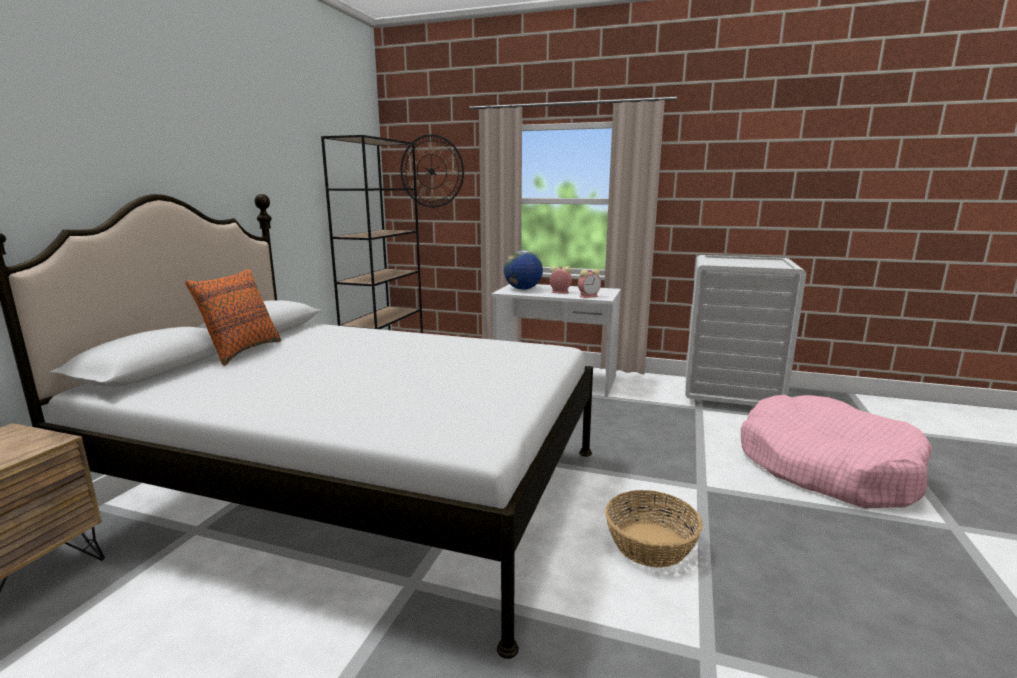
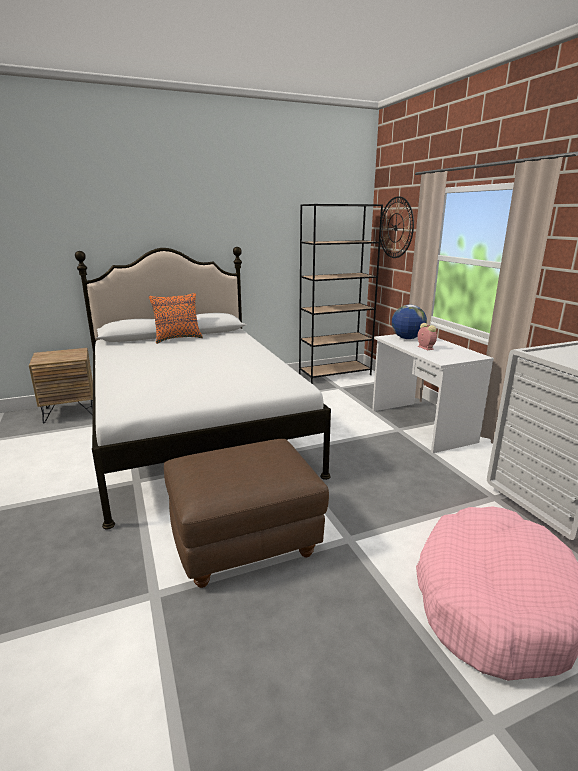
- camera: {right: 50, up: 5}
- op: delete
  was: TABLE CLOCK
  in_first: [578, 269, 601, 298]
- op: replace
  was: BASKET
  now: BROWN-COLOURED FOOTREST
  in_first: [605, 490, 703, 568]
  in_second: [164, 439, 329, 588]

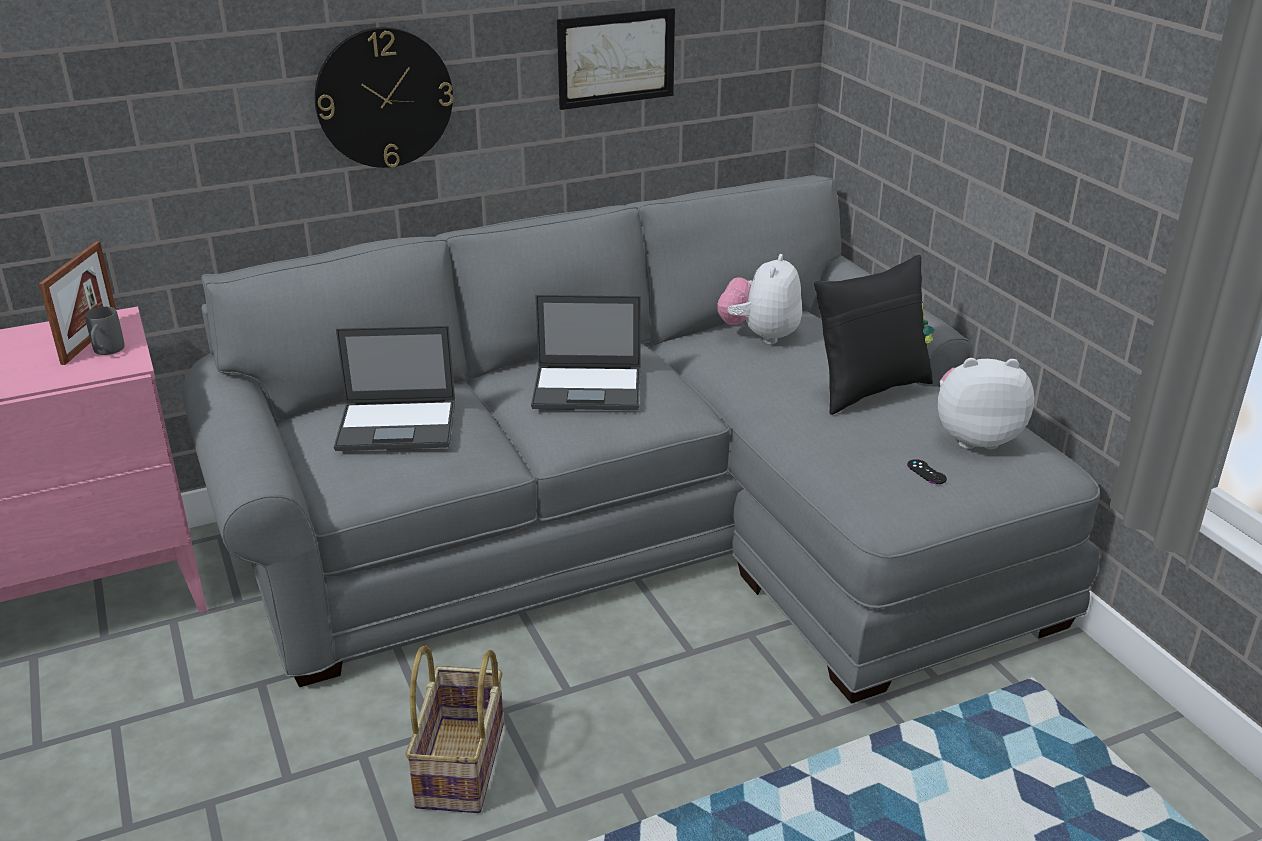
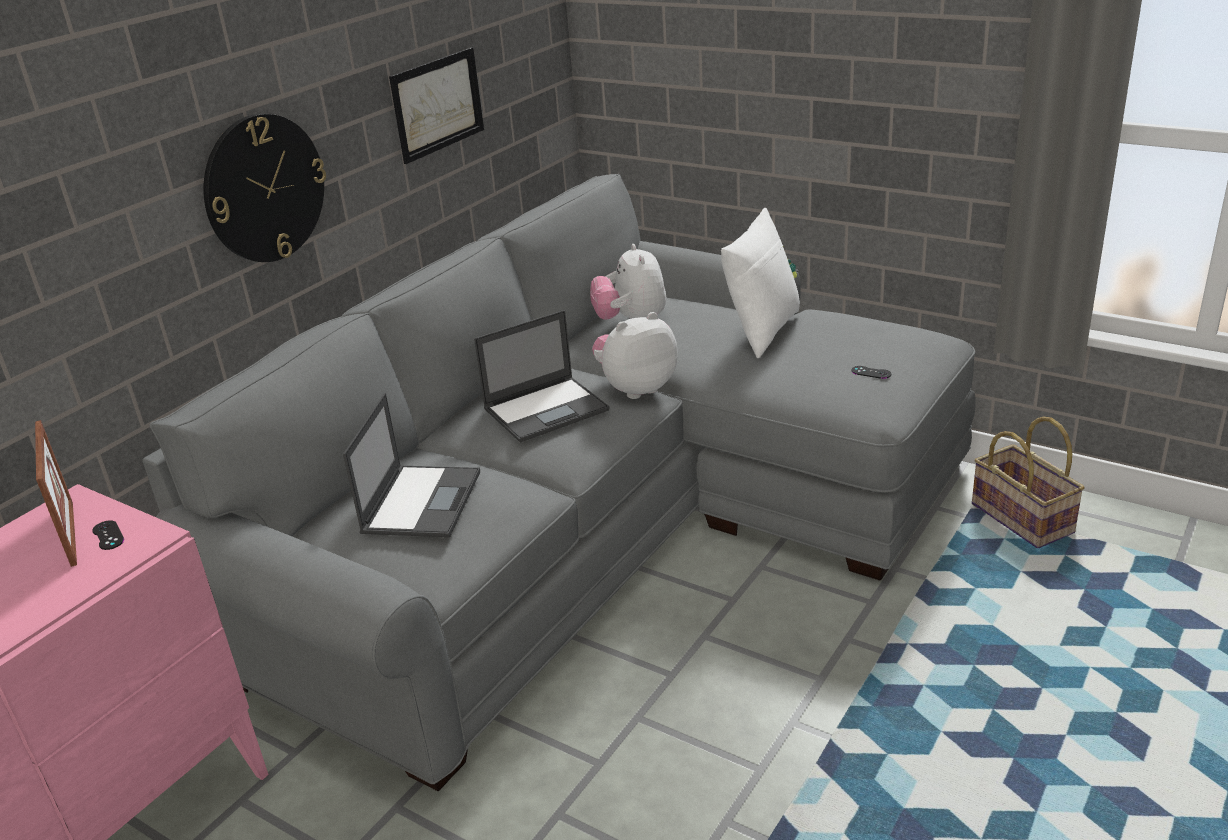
- camera: {right: -30, up: 0}
- op: move
  was: BASKET
  in_first: [405, 645, 504, 813]
  in_second: [972, 417, 1085, 548]
- op: move
  was: SOFT TOY
  in_first: [937, 358, 1034, 449]
  in_second: [592, 312, 678, 399]
- op: replace
  was: GRAY TEA MUG
  now: BLACKISH GAME CONTROLLER
  in_first: [85, 307, 125, 355]
  in_second: [92, 520, 124, 550]
- op: recolor
  was: BLACKISH THROW PILLOW
  now: WHITE THROW PILLOW
  in_first: [814, 255, 935, 415]
  in_second: [721, 208, 800, 358]
- op: rotate
  was: NOTEBOOK COMPUTER
  in_first: [334, 325, 455, 451]
  in_second: [343, 393, 480, 537]
  clockwise: -45

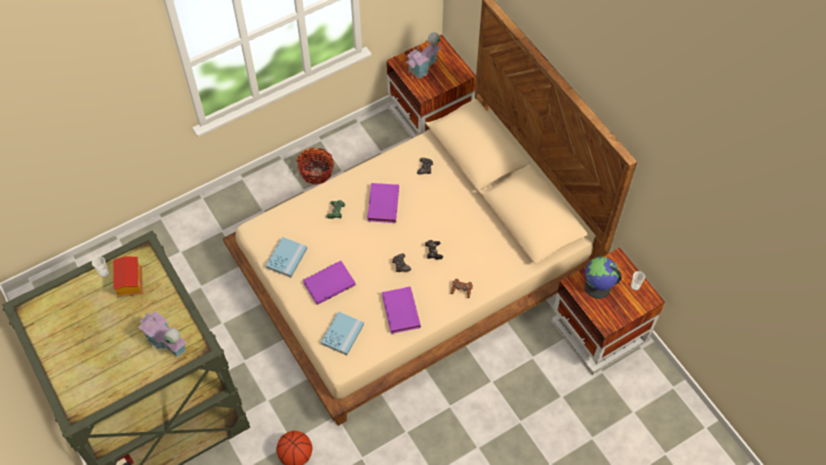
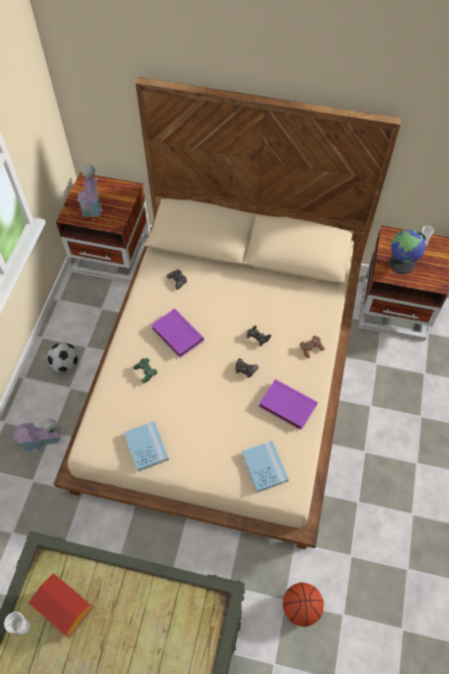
- camera: {right: -45, up: 0}
- op: delete
  was: PURPLE BOOK
  in_first: [303, 261, 356, 305]
- op: move
  was: MODEL HOUSE
  in_first: [138, 311, 187, 357]
  in_second: [13, 419, 61, 452]
- op: replace
  was: BASKET
  now: BALL FOR FOOTBALL
  in_first: [296, 148, 334, 185]
  in_second: [47, 342, 78, 373]

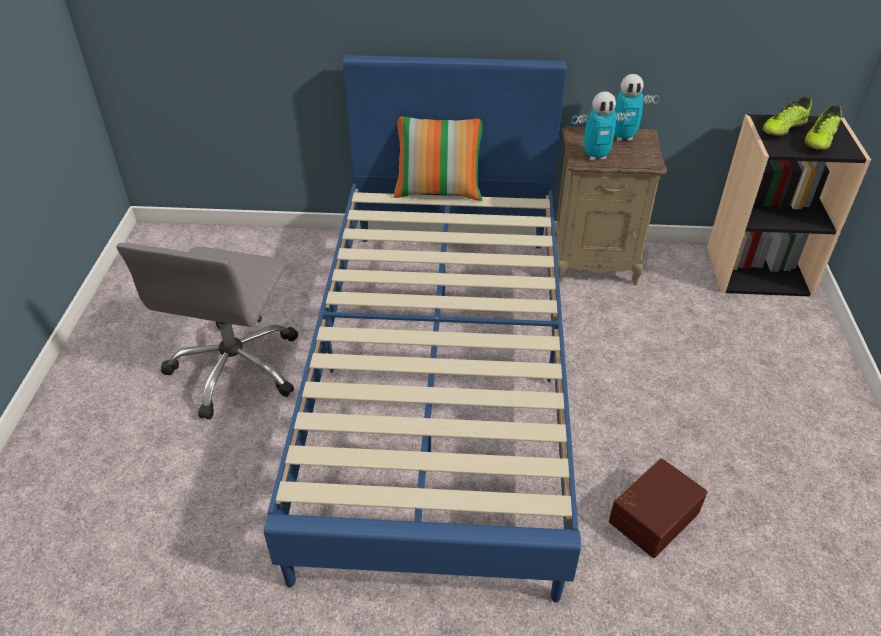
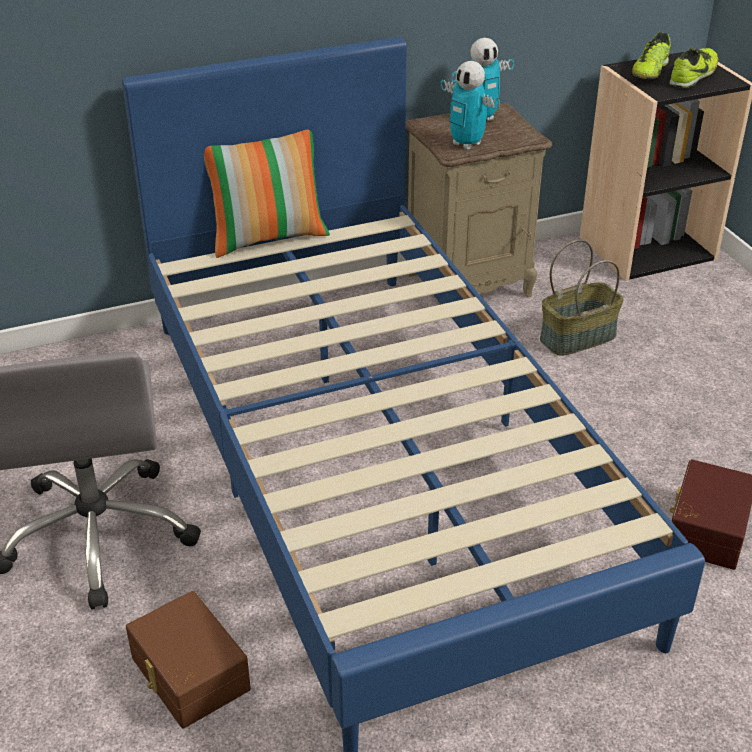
- camera: {right: -25, up: -5}
- op: insert
  now: BROWN-COLOURED STORAGE BIN
  in_second: [126, 591, 251, 728]
- op: insert
  now: BASKET
  in_second: [540, 240, 624, 356]
- op: rotate
  was: ROBOT FIGURE
  in_first: [572, 92, 632, 161]
  in_second: [441, 61, 500, 150]
  clockwise: 75
- op: rotate
  was: LOW SHOE
  in_first: [805, 104, 842, 150]
  in_second: [669, 48, 718, 88]
  clockwise: -150

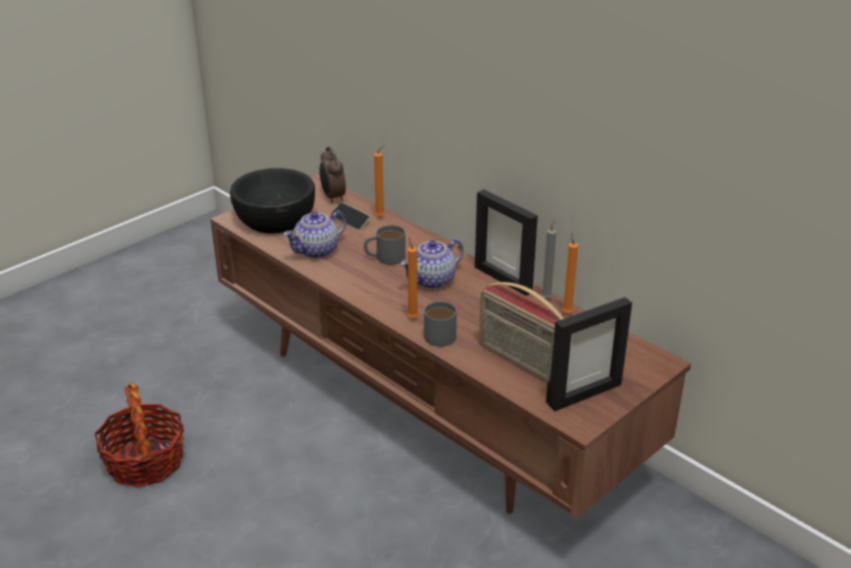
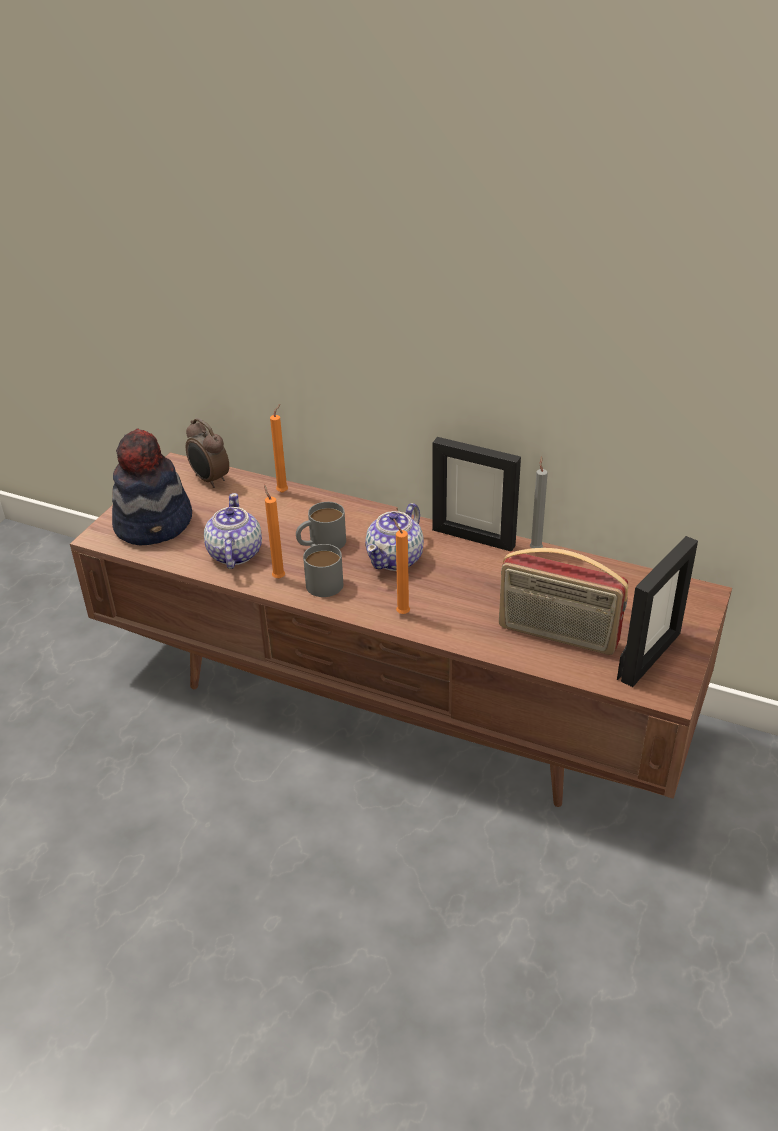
- camera: {right: -20, up: 5}
- op: delete
  was: BASKET
  in_first: [95, 383, 185, 488]
- op: delete
  was: TELEPHONE
  in_first: [330, 202, 370, 230]
- op: move
  was: GRAY TEA MUG
  in_first: [424, 301, 457, 347]
  in_second: [303, 544, 343, 597]
- op: move
  was: ORANGE CANDLE
  in_first: [562, 232, 578, 314]
  in_second: [264, 485, 285, 578]
- op: replace
  was: BLACKISH DEEP DISH
  now: CLOTHING HAT
  in_first: [230, 168, 315, 234]
  in_second: [112, 429, 192, 545]
- op: rotate
  was: TEA POT
  in_first: [283, 210, 346, 259]
  in_second: [204, 493, 262, 569]
  clockwise: 150

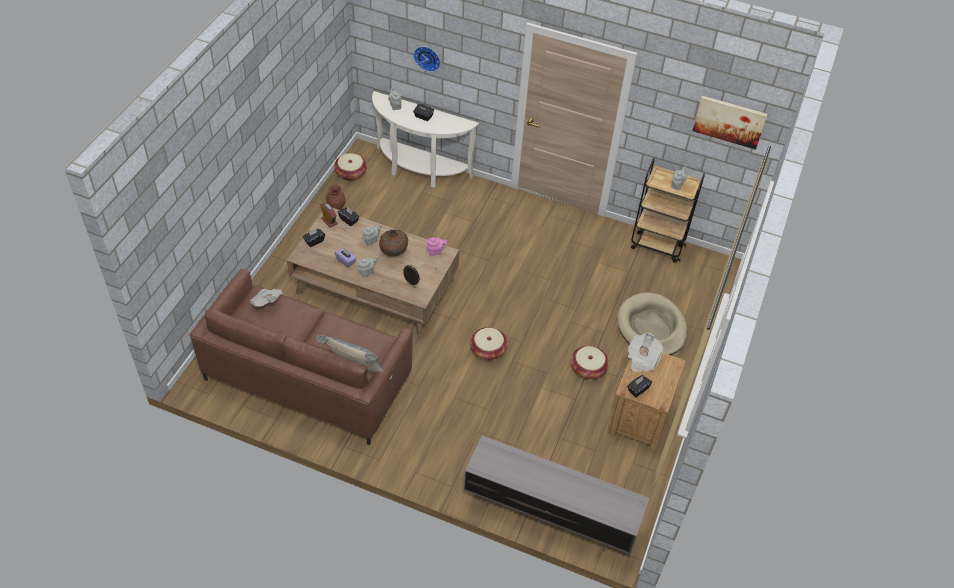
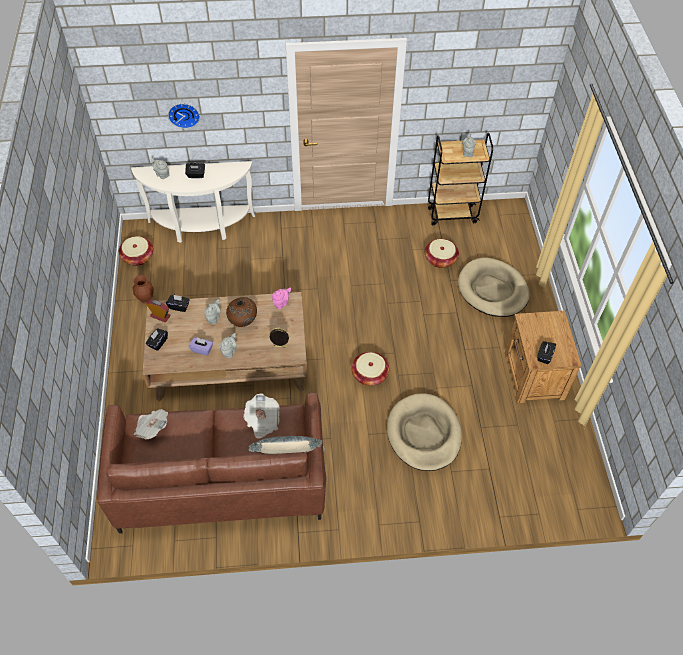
- camera: {right: -25, up: 5}
- op: delete
  was: GRAY MEDIA CONSOLE
  in_first: [464, 436, 650, 554]
- op: delete
  was: WALL PICTURE
  in_first: [693, 96, 768, 150]
- op: insert
  now: BEIGE-COLOURED DOG BED
  in_second: [387, 393, 462, 471]
- op: move
  was: BASKET
  in_first: [571, 346, 609, 379]
  in_second: [425, 239, 459, 268]
- op: move
  was: DAILY PAPER
  in_first: [628, 333, 663, 372]
  in_second: [243, 393, 280, 439]

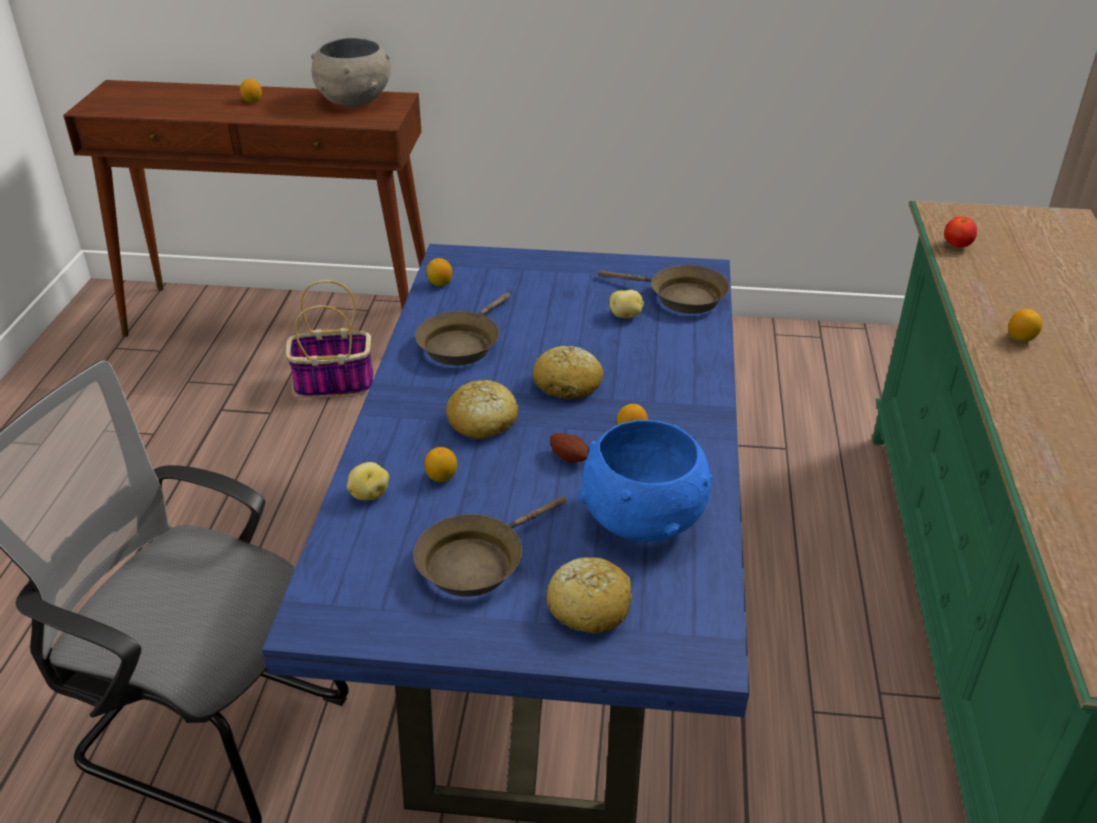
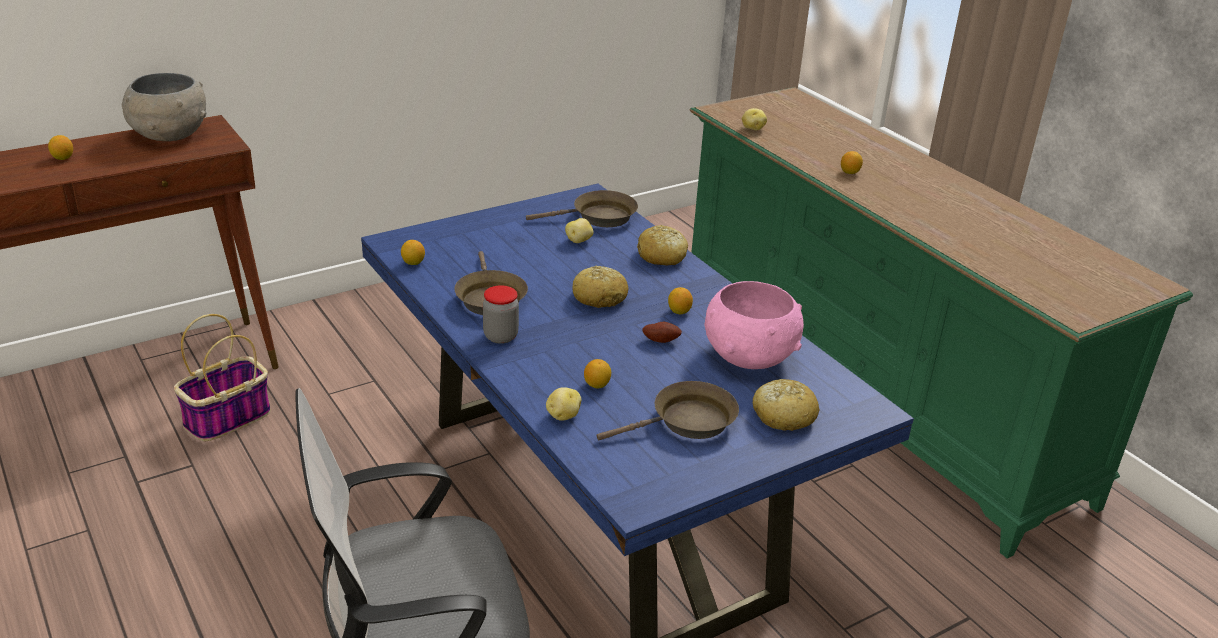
- camera: {right: -40, up: -5}
- op: insert
  now: STORAGE JAR
  in_second: [483, 285, 519, 344]
- op: move
  was: BAKED BREAD
  in_first: [446, 380, 518, 439]
  in_second: [637, 225, 688, 266]
- op: replace
  was: TOMATO
  now: POTATO
  in_first: [944, 217, 977, 247]
  in_second: [742, 108, 767, 130]
- op: recolor
  was: BLUISH DEEP DISH
  now: PINK DEEP DISH
  in_first: [578, 420, 712, 542]
  in_second: [705, 281, 804, 369]
- op: rotate
  was: BROWN-COLOURED PAN
  in_first: [413, 496, 567, 597]
  in_second: [597, 381, 739, 441]
  clockwise: -120

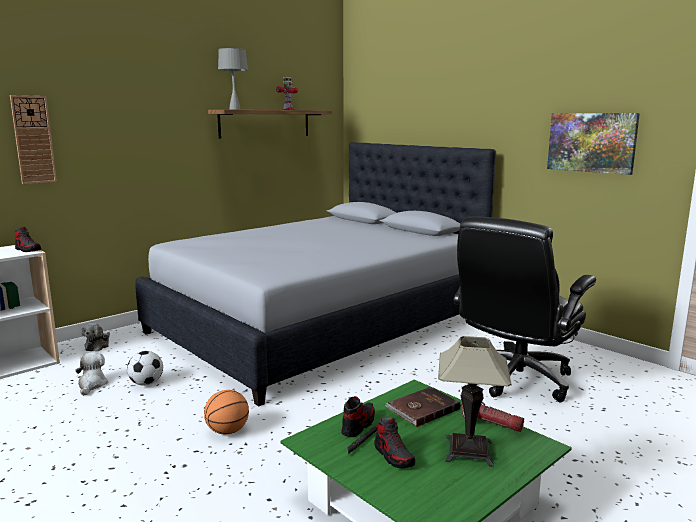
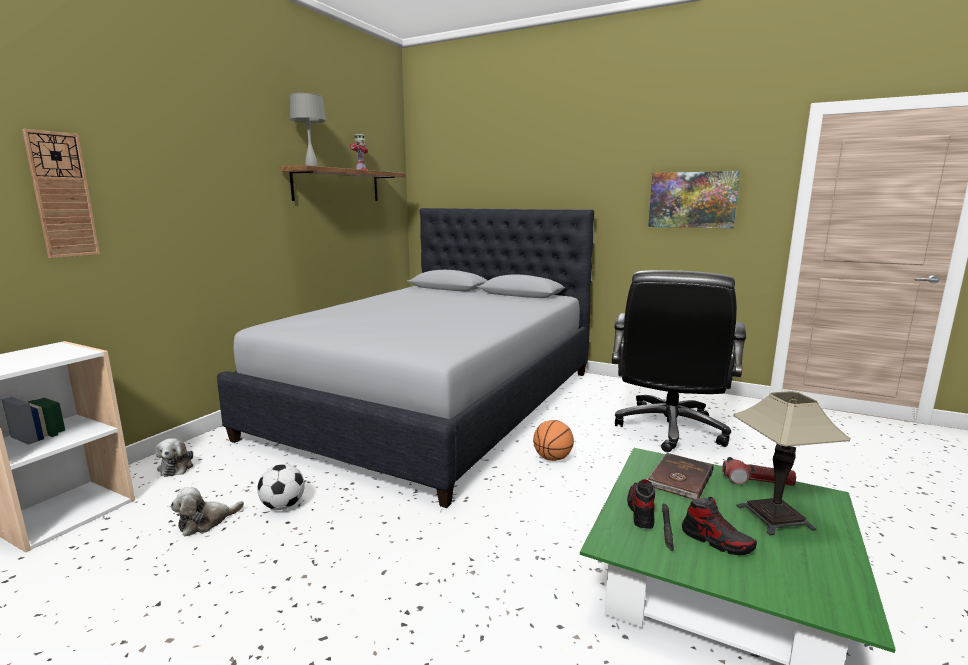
- camera: {right: -20, up: 0}
- op: delete
  was: LOW SHOE
  in_first: [15, 227, 41, 252]
- op: move
  was: BASKETBALL BALL
  in_first: [204, 390, 249, 434]
  in_second: [533, 420, 574, 461]
- op: rotate
  was: SOFT TOY
  in_first: [75, 352, 108, 396]
  in_second: [170, 487, 244, 537]
  clockwise: -105

